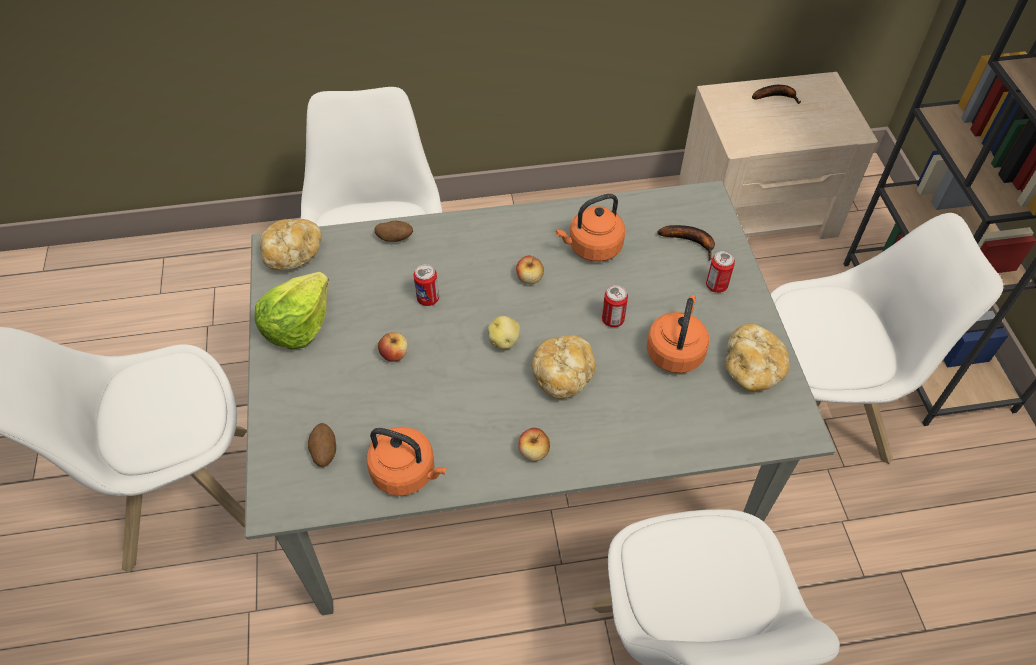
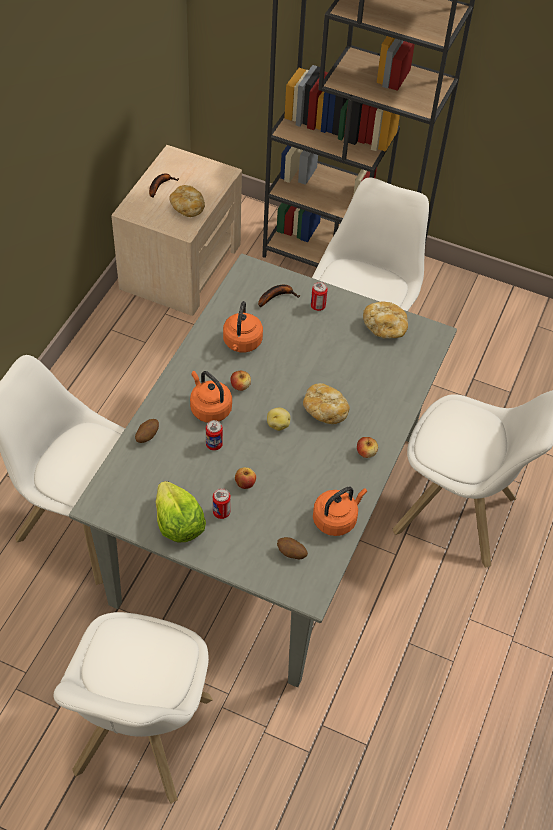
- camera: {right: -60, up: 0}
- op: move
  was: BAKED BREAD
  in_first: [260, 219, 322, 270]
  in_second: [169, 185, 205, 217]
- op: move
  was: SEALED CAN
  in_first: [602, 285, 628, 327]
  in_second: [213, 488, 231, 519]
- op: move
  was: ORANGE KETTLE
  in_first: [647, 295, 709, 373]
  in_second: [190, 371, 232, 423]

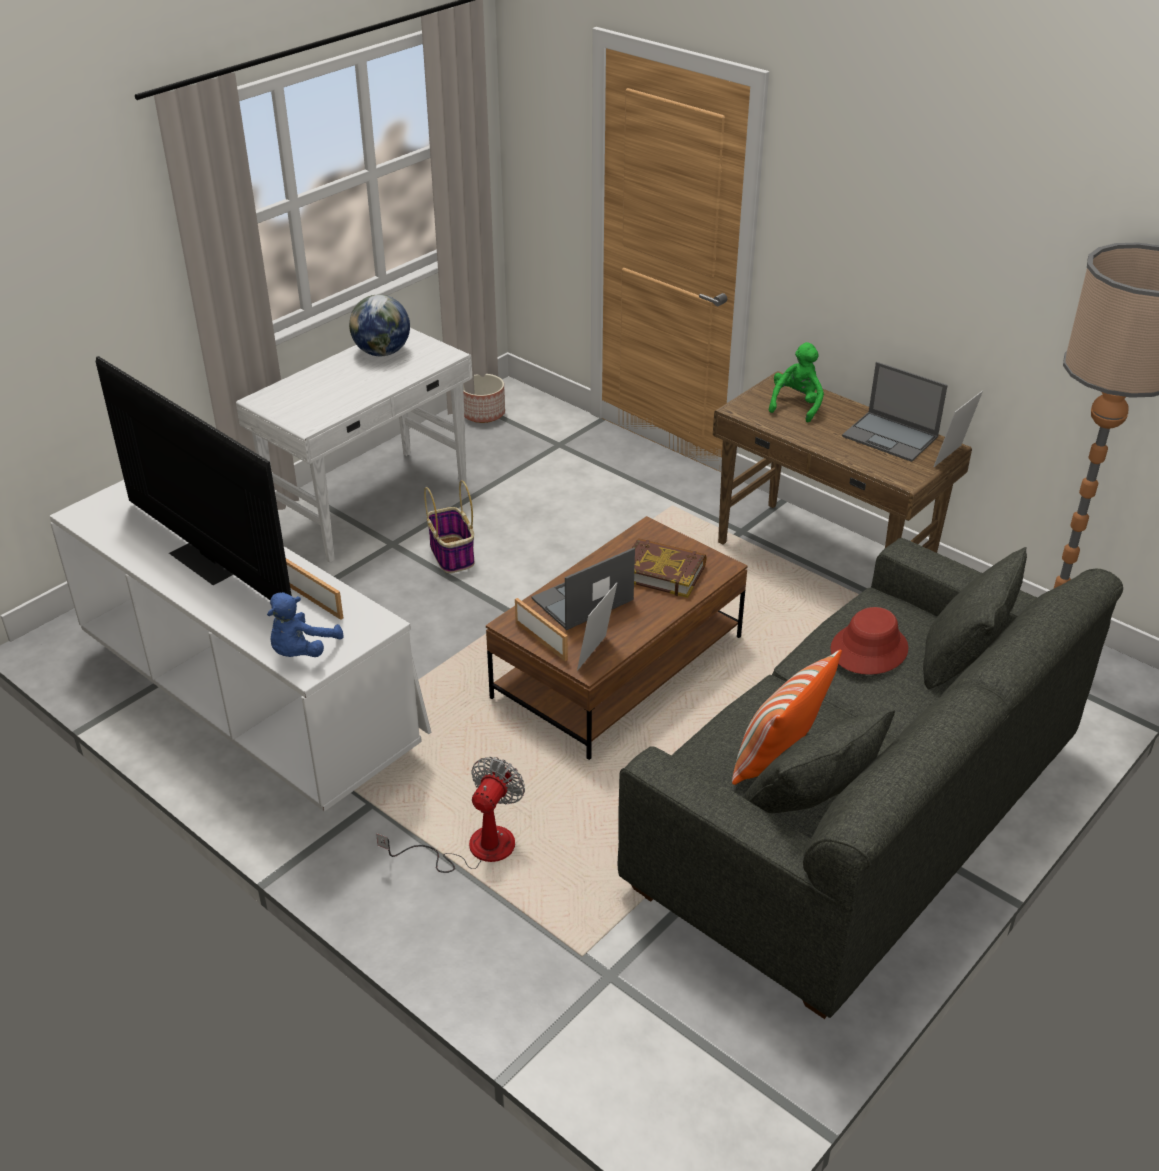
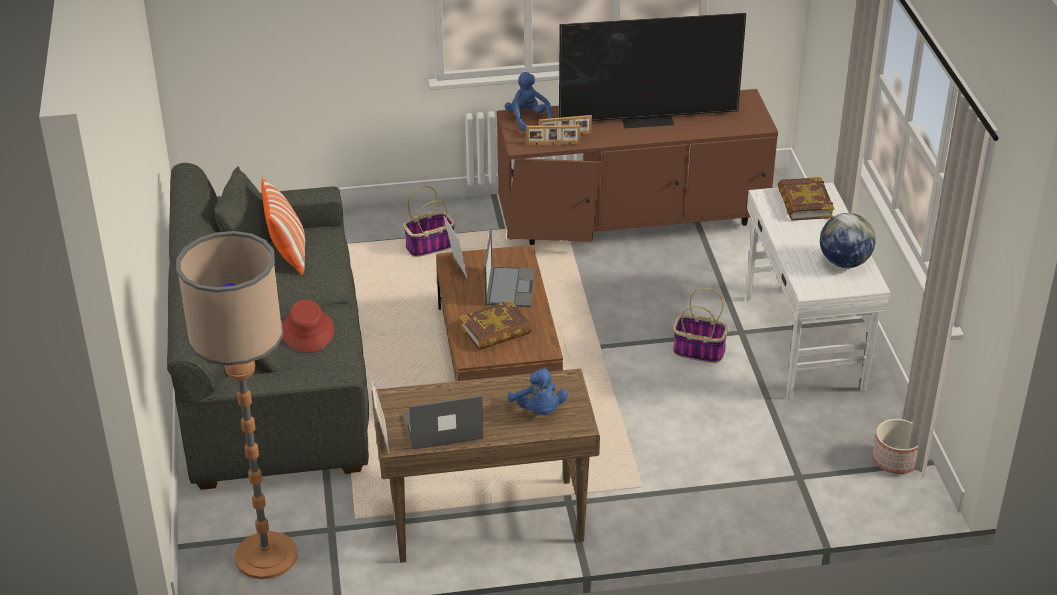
- camera: {right: 130, up: 0}
- op: insert
  now: BOOK
  in_second: [778, 177, 834, 221]
- op: move
  was: PHOTO FRAME
  in_first: [515, 598, 568, 661]
  in_second: [526, 125, 580, 145]
- op: replace
  was: COOLING FAN
  now: BASKET
  in_first: [376, 757, 525, 873]
  in_second: [403, 186, 455, 257]
- op: recolor
  was: WHITE MEDIA CONSOLE
  now: BROWN-COLOURED MEDIA CONSOLE
  in_first: [50, 480, 431, 812]
  in_second: [497, 89, 778, 245]
- op: recolor
  was: GREEN-COLOURED SOFT TOY
  now: BLUISH SOFT TOY
  in_first: [769, 342, 824, 422]
  in_second: [507, 367, 568, 415]

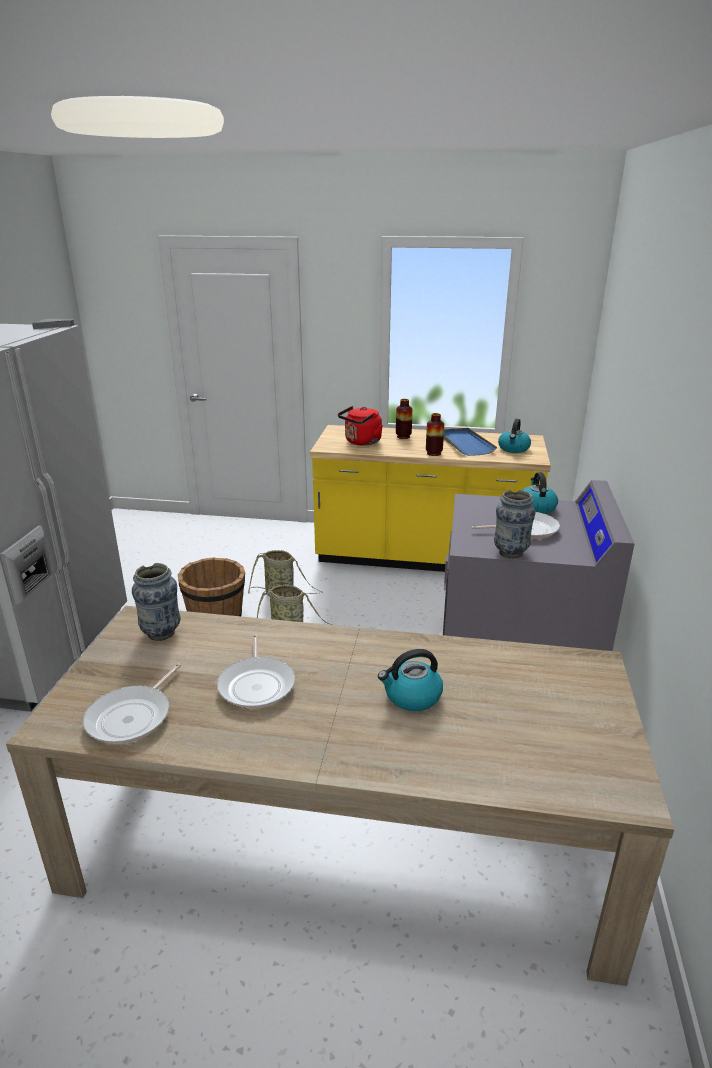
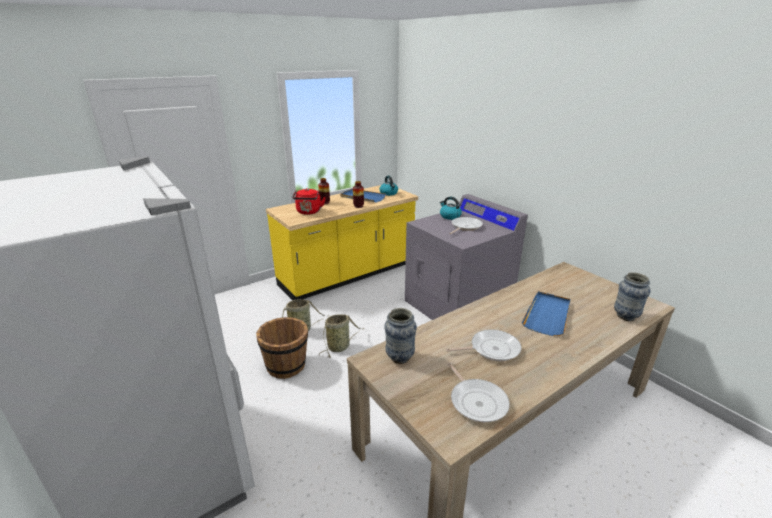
- camera: {right: -45, up: 0}
- op: move
  was: FLOWER VASE
  in_first: [494, 490, 536, 558]
  in_second: [614, 272, 651, 321]
- op: replace
  was: KETTLE
  now: BLUISH CARRYING TRAY
  in_first: [378, 649, 443, 711]
  in_second: [522, 291, 570, 336]
- op: rotate
  was: PAN
  in_first: [217, 634, 295, 709]
  in_second: [446, 329, 522, 361]
  clockwise: -45

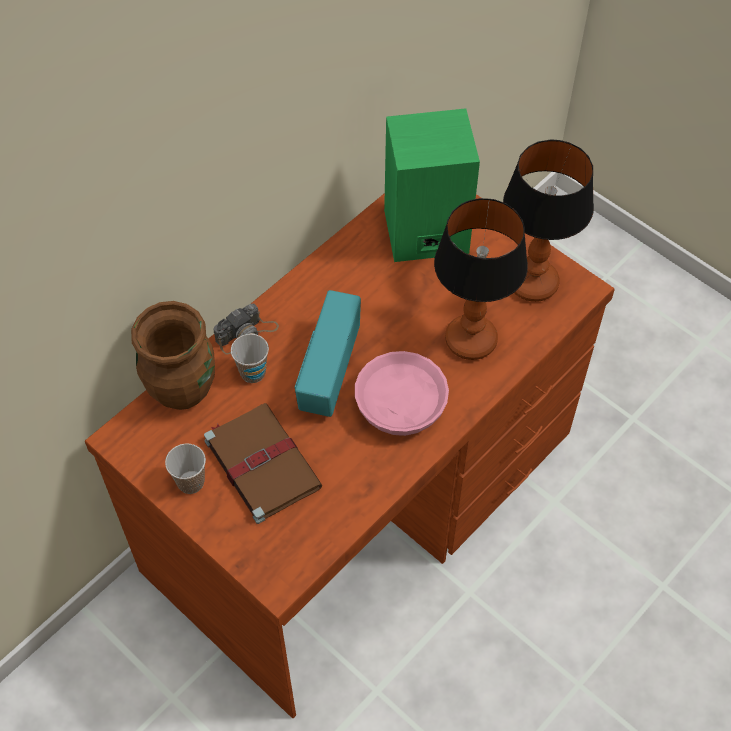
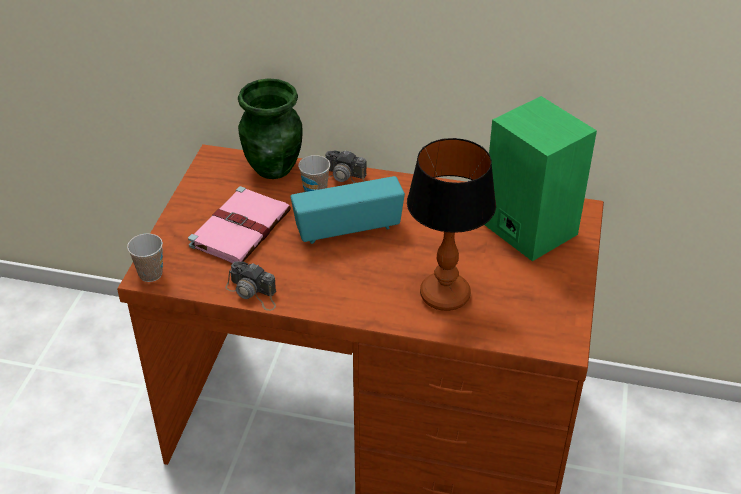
- camera: {right: 60, up: -15}
- op: delete
  was: PINK DEEP DISH
  in_first: [355, 351, 449, 436]
- op: delete
  was: TABLE LAMP
  in_first: [503, 139, 594, 302]
- op: insert
  now: PHOTO CAMERA
  in_second: [225, 261, 276, 311]
- op: move
  was: DRINKING CUP
  in_first: [165, 444, 206, 494]
  in_second: [127, 233, 163, 282]
- op: recolor
  was: BROWN-COLOURED FLOWER VASE
  now: GREEN-COLOURED FLOWER VASE
  in_first: [131, 301, 215, 410]
  in_second: [238, 78, 303, 179]
- op: recolor
  was: BROWN-COLOURED BOOK
  now: PINK BOOK
  in_first: [204, 403, 322, 524]
  in_second: [188, 186, 291, 263]

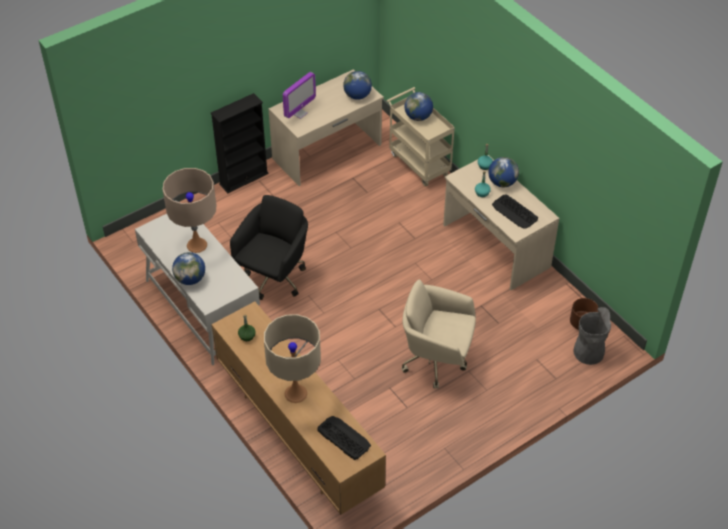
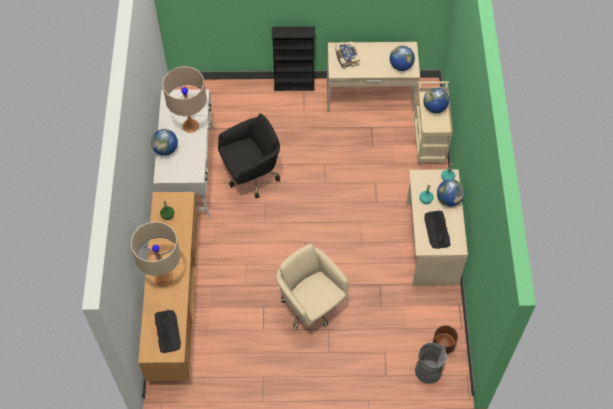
- camera: {right: 35, up: 10}
- op: replace
  was: COMPUTER SCREEN
  now: BOOK
  in_first: [283, 72, 316, 119]
  in_second: [335, 41, 360, 69]

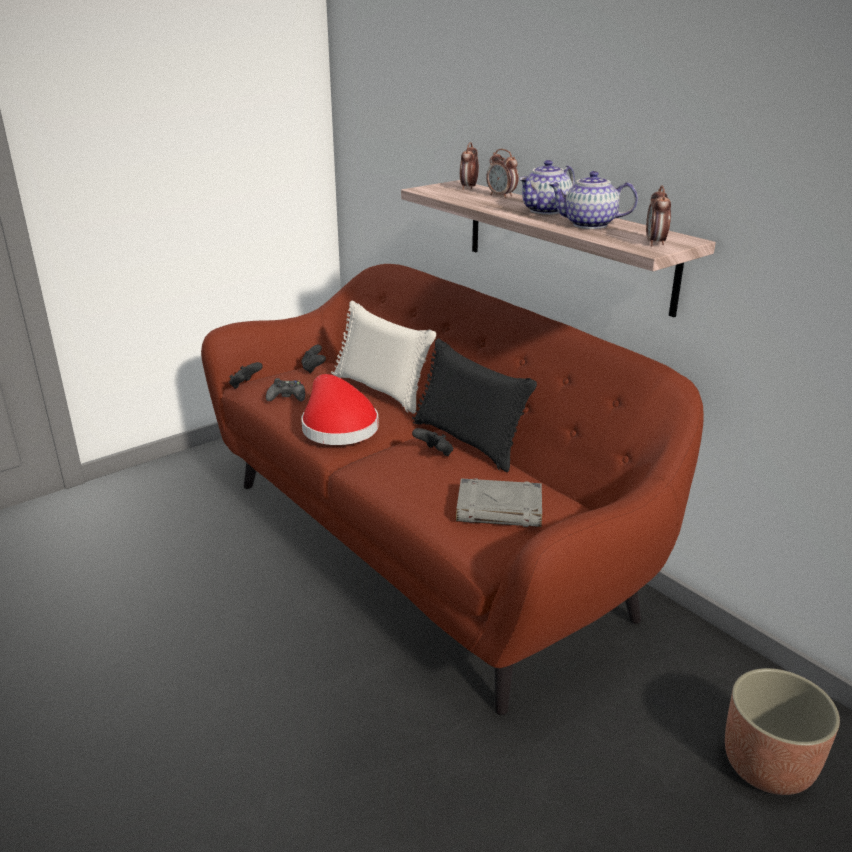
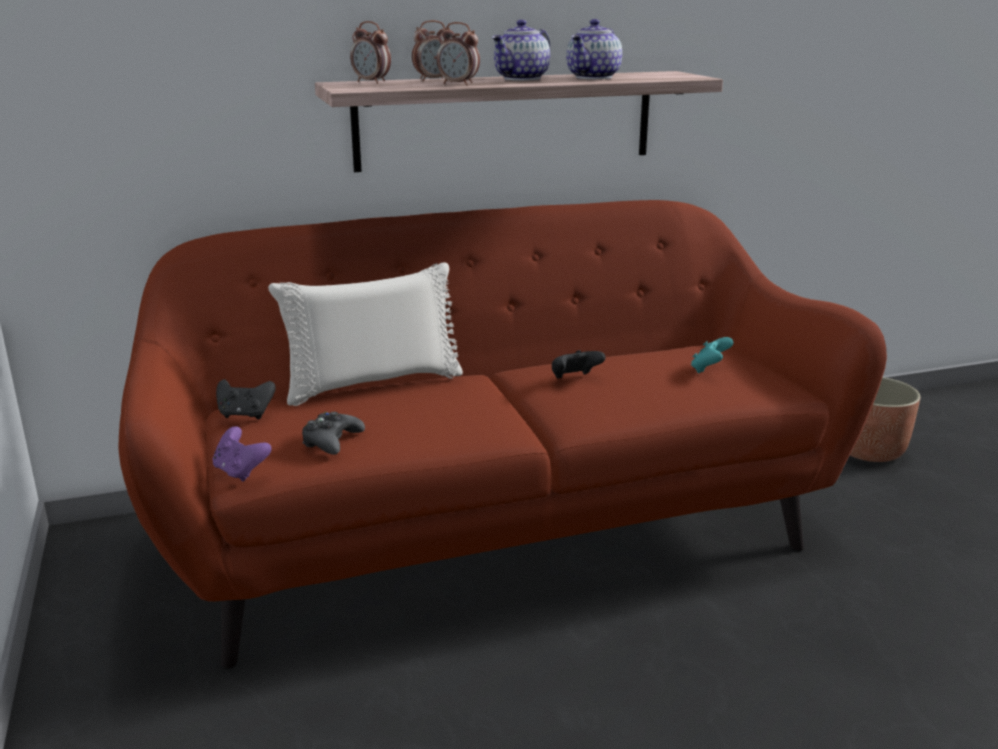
- camera: {right: -70, up: -5}
- op: delete
  was: REDDISH CLOTHING HAT
  in_first: [301, 374, 379, 445]
- op: delete
  was: BLACKISH THROW PILLOW
  in_first: [412, 338, 537, 472]
- op: move
  was: TABLE CLOCK
  in_first: [646, 185, 671, 246]
  in_second: [436, 22, 480, 86]
- op: replace
  was: GRAY BOOK
  now: TURQUOISE-COLOURED GAME CONTROLLER
  in_first: [456, 478, 542, 527]
  in_second: [691, 337, 733, 373]
- op: recolor
  was: BLACKISH GAME CONTROLLER
  now: PURPLE GAME CONTROLLER
  in_first: [230, 362, 263, 389]
  in_second: [212, 426, 272, 481]
- op: rotate
  was: TEA POT
  in_first: [519, 160, 575, 215]
  in_second: [492, 20, 550, 81]
  clockwise: 60

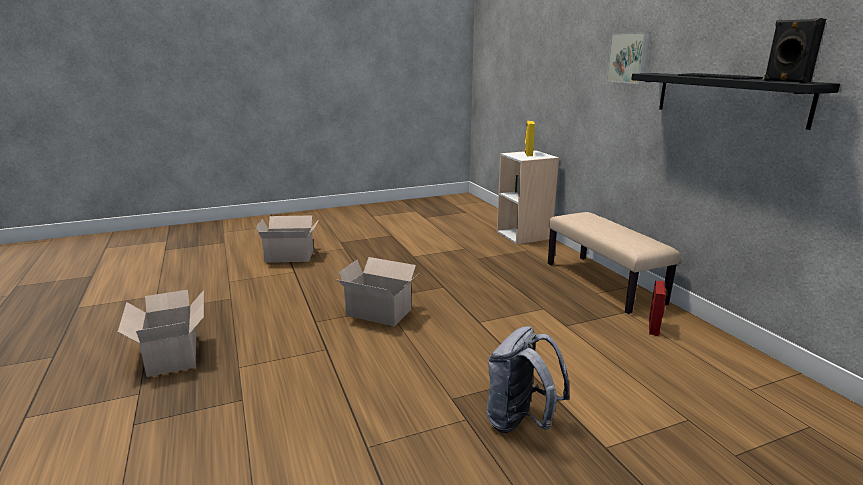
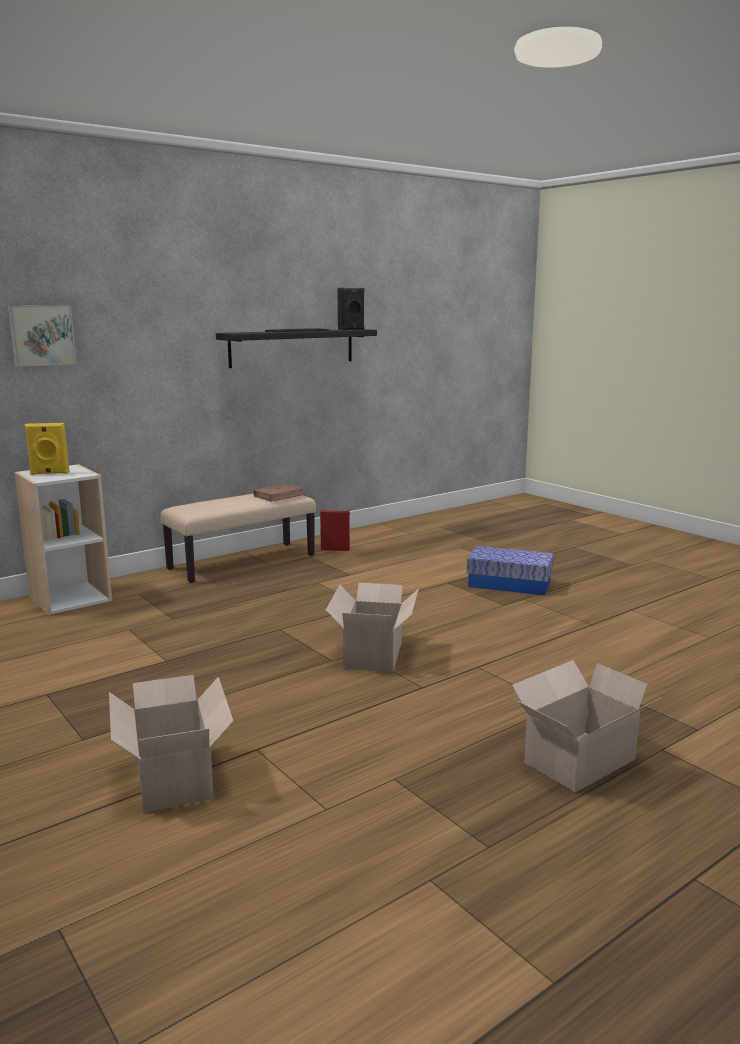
- camera: {right: -105, up: -5}
- op: insert
  now: BROWN-COLOURED BOOK
  in_second: [253, 484, 305, 502]
- op: move
  was: WALL PICTURE
  in_first: [606, 32, 650, 84]
  in_second: [8, 305, 77, 367]
- op: replace
  was: GRAY RUCKSACK
  now: STORAGE BIN
  in_first: [487, 326, 570, 433]
  in_second: [467, 546, 554, 596]

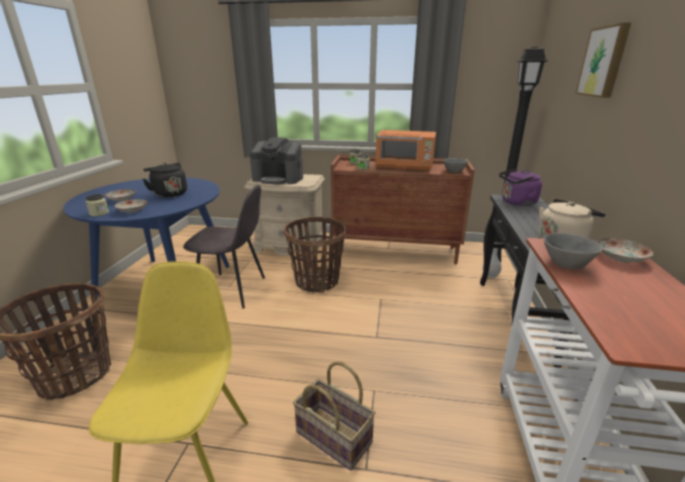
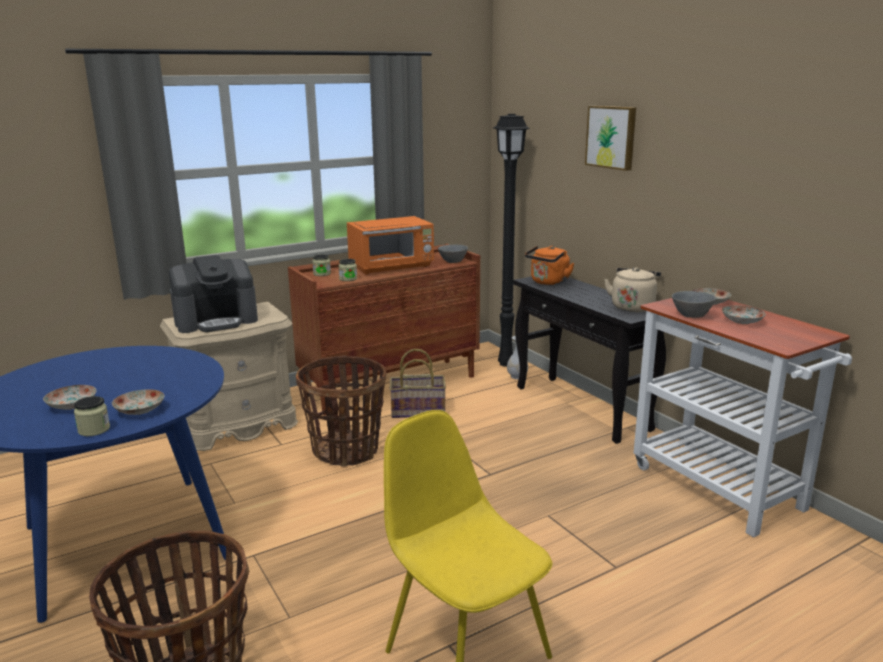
- camera: {right: -40, up: -5}
- op: delete
  was: BLACKISH KETTLE
  in_first: [142, 163, 187, 198]
- op: delete
  was: GRAY UPRIGHT CHAIR
  in_first: [183, 185, 265, 308]
- op: insert
  now: PLATE
  in_second: [722, 305, 766, 324]
- op: move
  was: BASKET
  in_first: [293, 361, 375, 471]
  in_second: [390, 349, 446, 418]
- op: recolor
  was: PURPLE KETTLE
  now: ORANGE KETTLE
  in_first: [499, 169, 542, 206]
  in_second: [525, 246, 575, 285]

